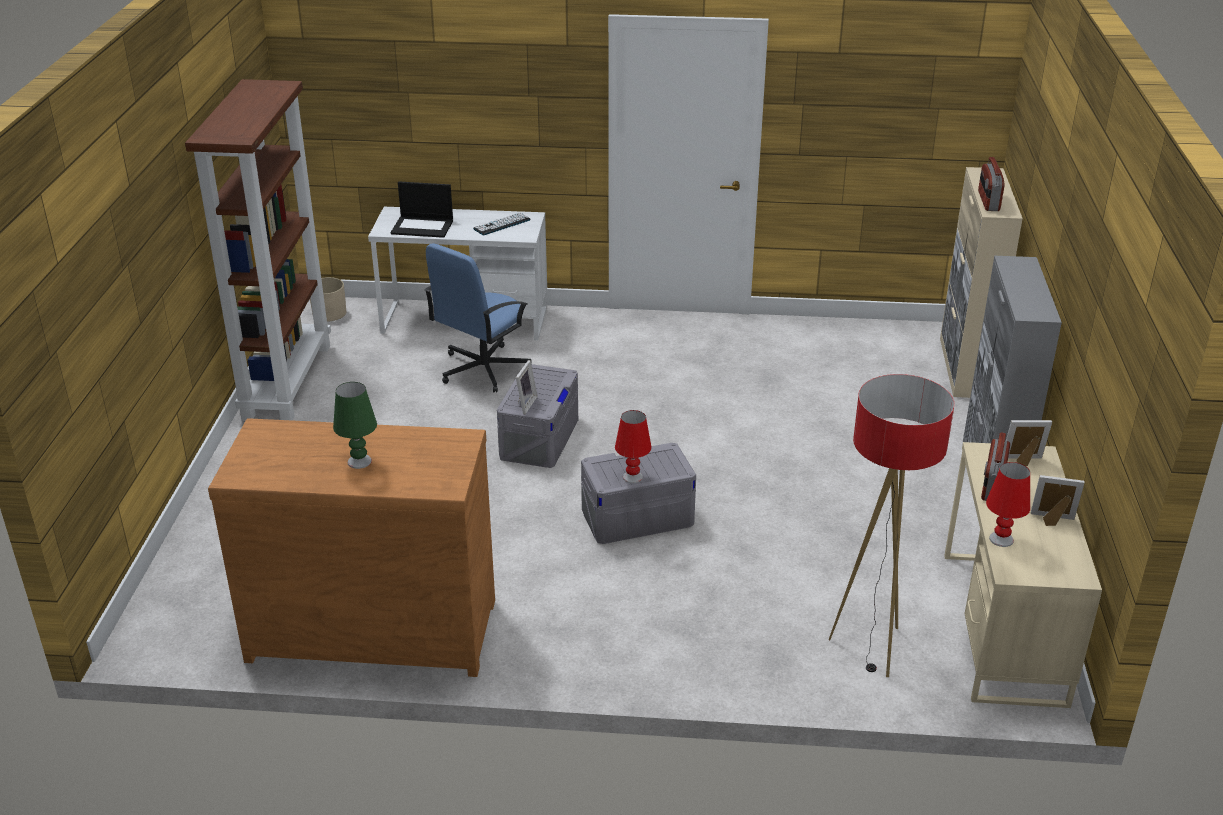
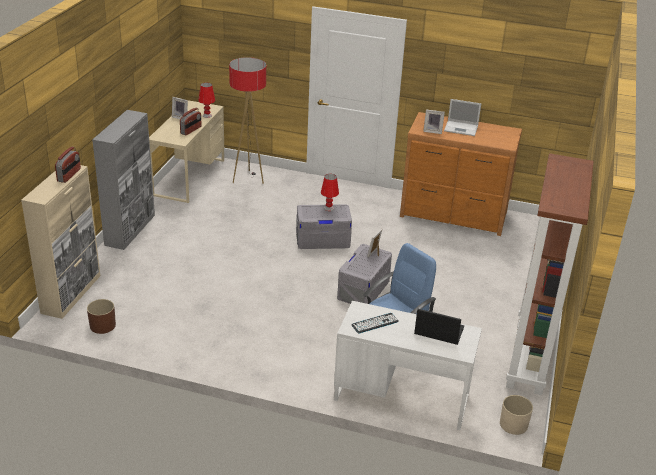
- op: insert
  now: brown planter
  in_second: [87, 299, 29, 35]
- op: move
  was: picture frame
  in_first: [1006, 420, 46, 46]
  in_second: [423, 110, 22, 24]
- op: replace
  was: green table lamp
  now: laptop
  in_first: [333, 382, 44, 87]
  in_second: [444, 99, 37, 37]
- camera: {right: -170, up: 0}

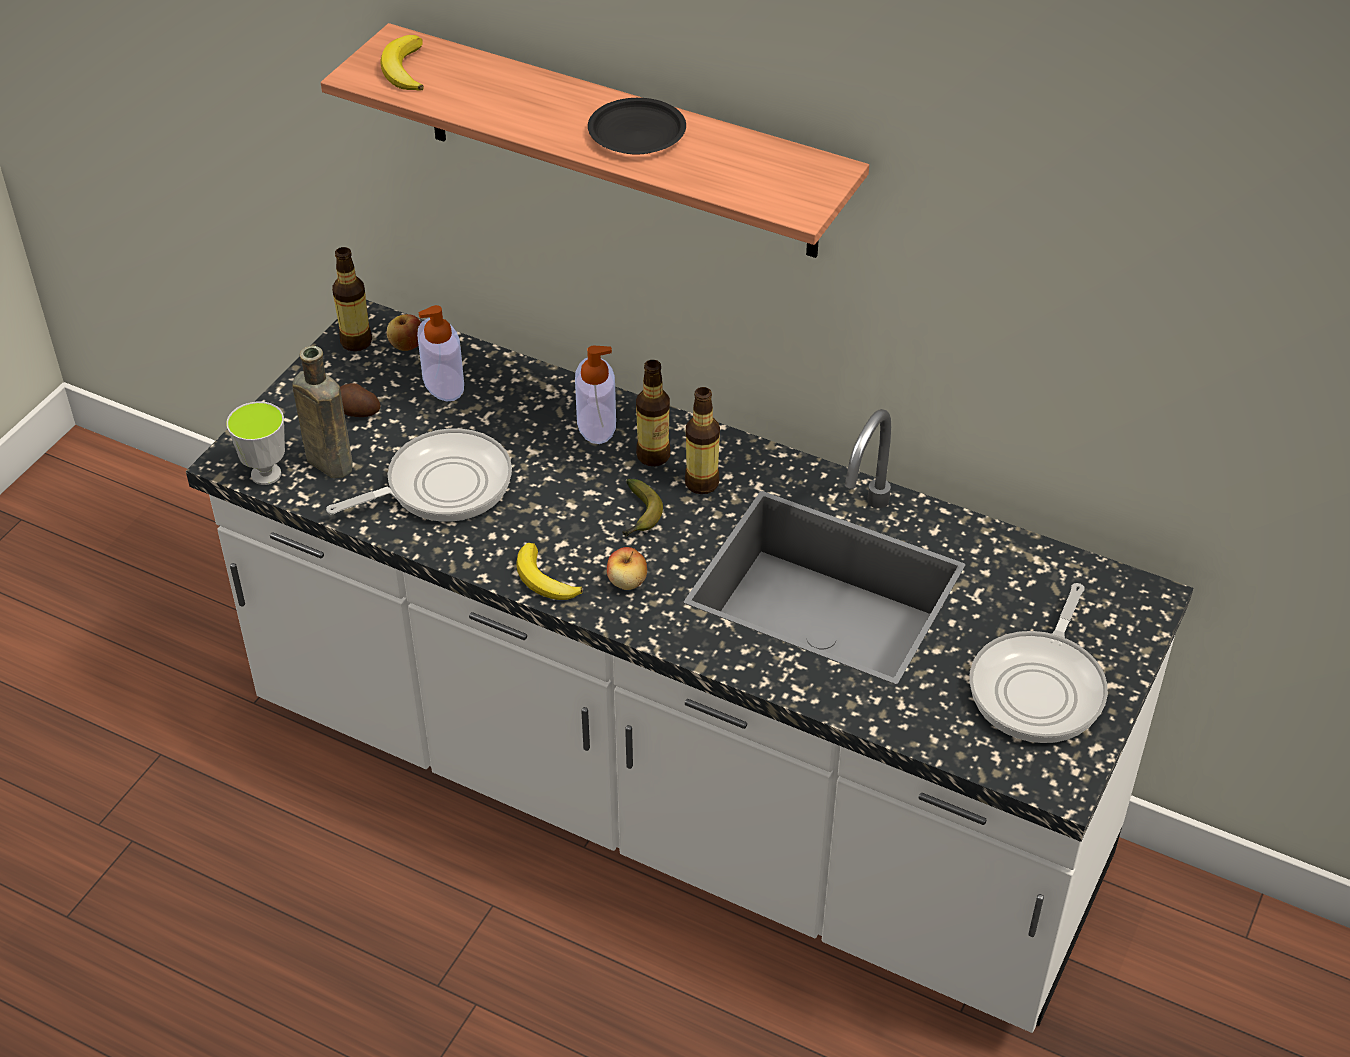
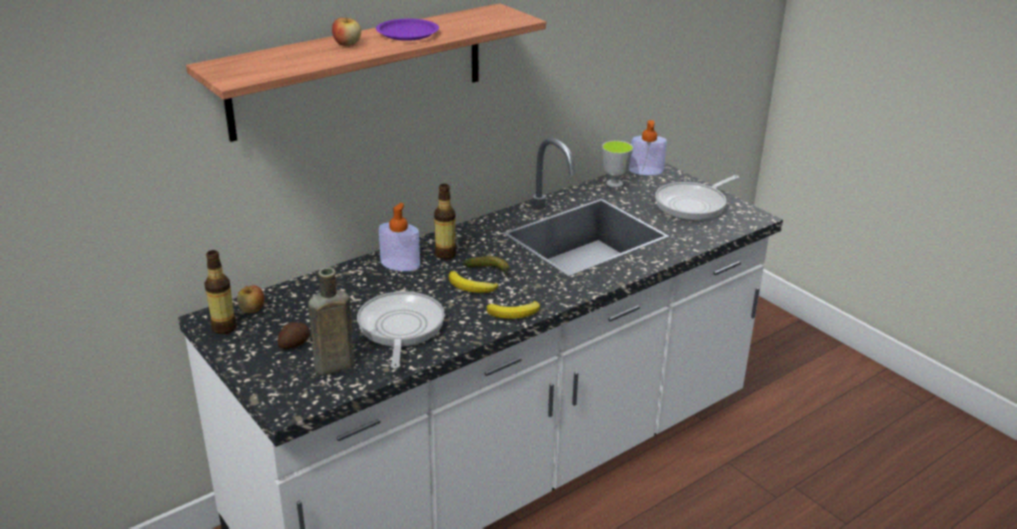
- op: delete
  was: bottle
  in_first: [685, 387, 35, 107]
- op: move
  was: cup
  in_first: [226, 401, 59, 84]
  in_second: [602, 141, 31, 47]
- op: move
  was: banana
  in_first: [380, 35, 44, 56]
  in_second: [449, 271, 50, 22]
- op: move
  was: soap dispenser
  in_first: [417, 305, 47, 96]
  in_second: [629, 120, 38, 55]
- op: move
  was: apple
  in_first: [607, 547, 40, 43]
  in_second: [332, 17, 29, 29]
- op: recolor
  was: black plate
  now: purple plate
  in_first: [588, 98, 98, 56]
  in_second: [376, 19, 63, 22]
- op: rotate
  was: frying pan
  in_first: [969, 583, 139, 160]
  in_second: [655, 175, 84, 45]
  clockwise: 90
- camera: {right: -65, up: -15}

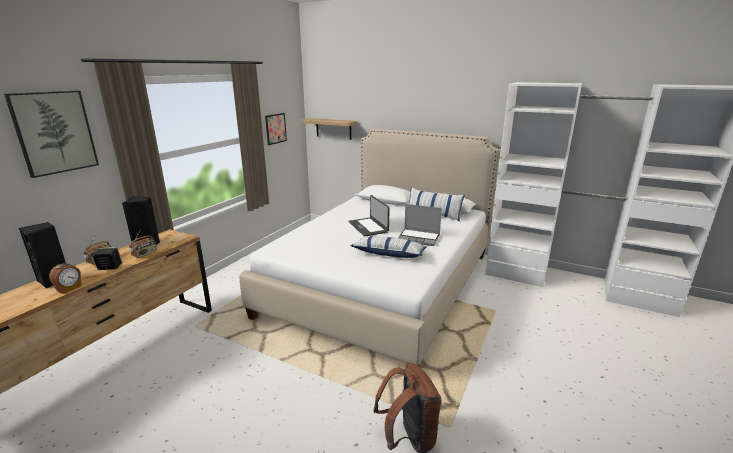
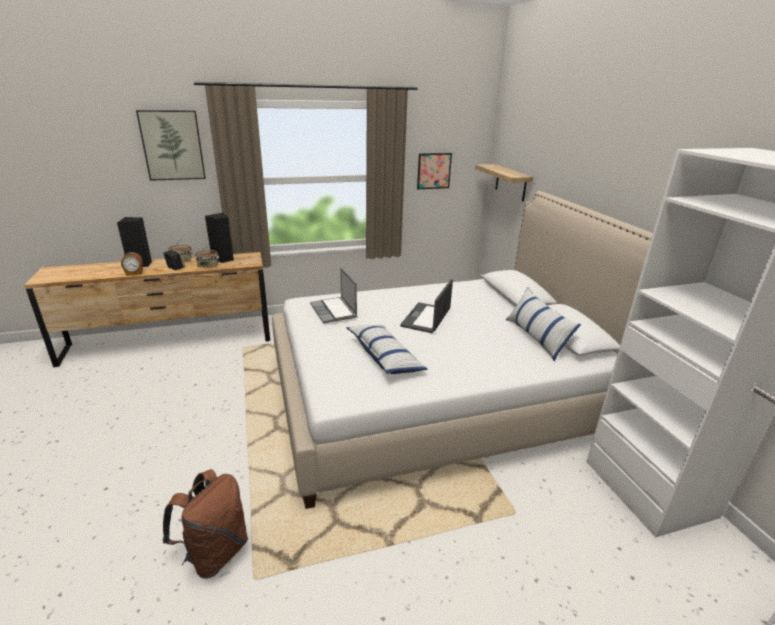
- op: move
  was: laptop
  in_first: [398, 204, 44, 42]
  in_second: [310, 267, 47, 56]
- camera: {right: 45, up: 5}

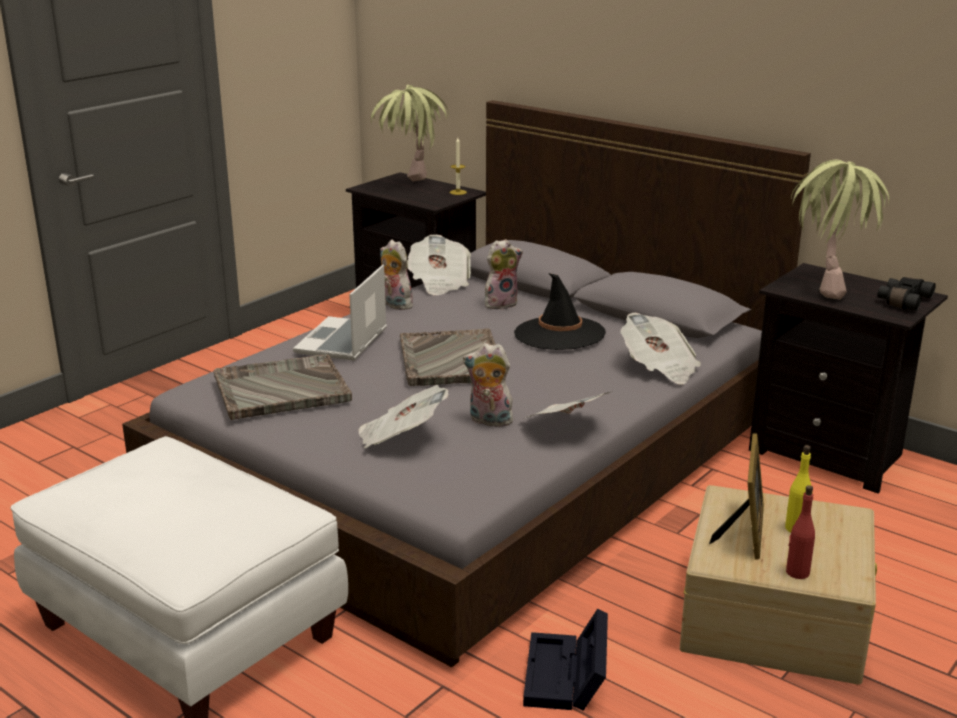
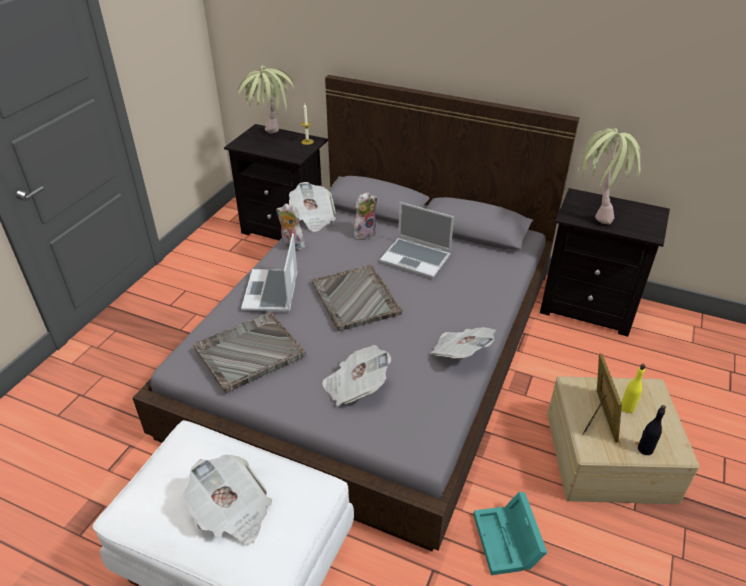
- op: delete
  was: plush toy
  in_first: [463, 343, 50, 86]
- op: delete
  was: black binoculars
  in_first: [878, 277, 58, 34]
- op: move
  was: newspaper
  in_first: [621, 312, 80, 73]
  in_second: [183, 455, 89, 90]
- op: replace
  was: black hat
  now: laptop
  in_first: [514, 273, 92, 77]
  in_second: [380, 202, 74, 76]
- op: recolor
  was: black storage box
  now: turquoise storage box
  in_first: [523, 609, 85, 102]
  in_second: [473, 492, 74, 83]
- op: recolor
  was: red bottle
  now: black bottle
  in_first: [786, 485, 29, 94]
  in_second: [638, 405, 28, 50]
- camera: {right: -15, up: 15}

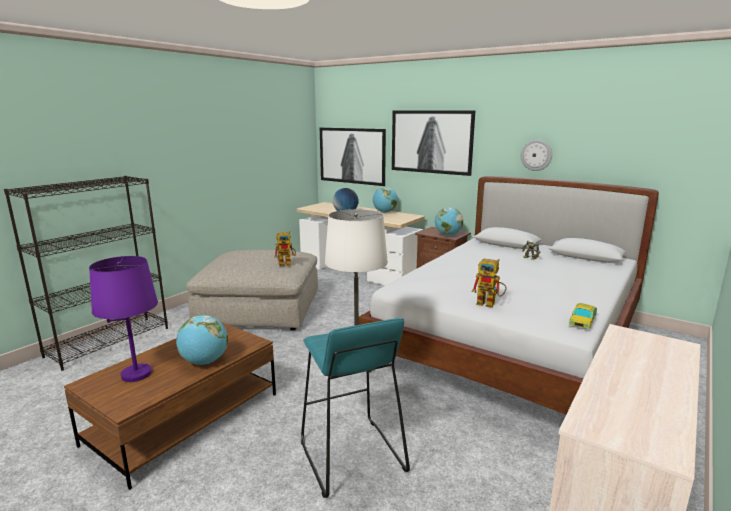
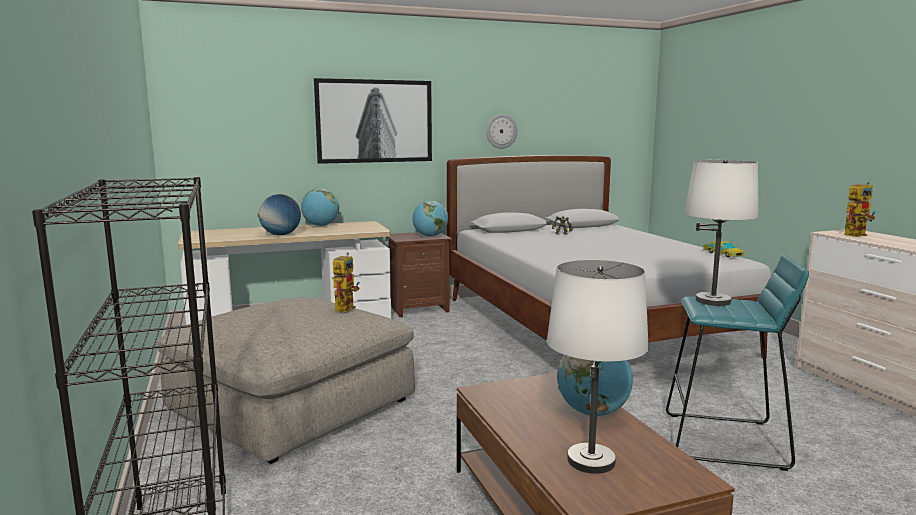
- op: delete
  was: picture
  in_first: [320, 128, 66, 58]
- op: move
  was: toy robot
  in_first: [472, 258, 35, 50]
  in_second: [844, 182, 32, 55]
- op: recolor
  was: purple table lamp
  now: white table lamp
  in_first: [89, 256, 69, 126]
  in_second: [546, 260, 103, 214]
- camera: {right: -55, up: -5}

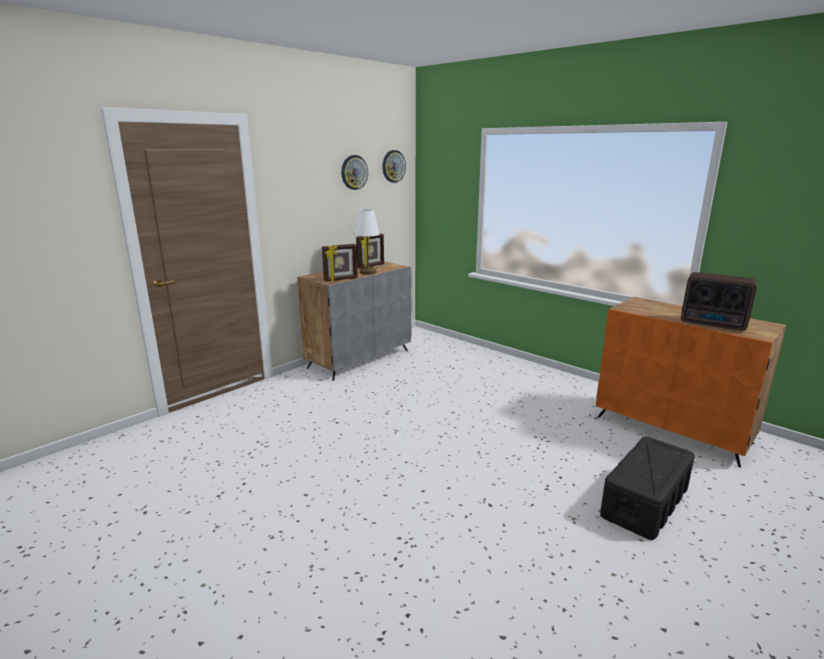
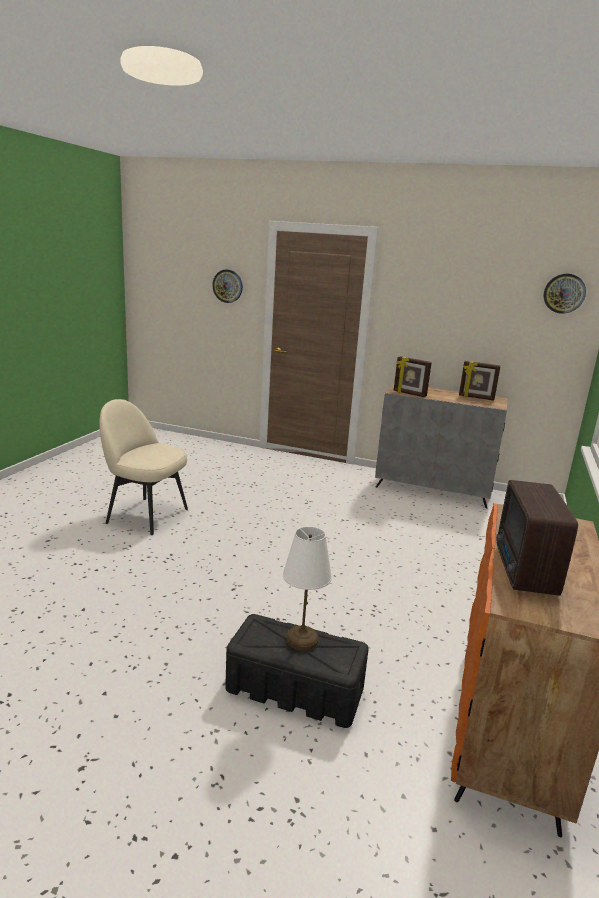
- op: insert
  now: beige chair
  in_second: [100, 399, 88, 136]
- op: move
  was: wall clock
  in_first: [341, 155, 27, 35]
  in_second: [212, 269, 31, 34]
- op: move
  was: white table lamp
  in_first: [355, 209, 25, 66]
  in_second: [283, 527, 49, 124]
- camera: {right: 65, up: 0}

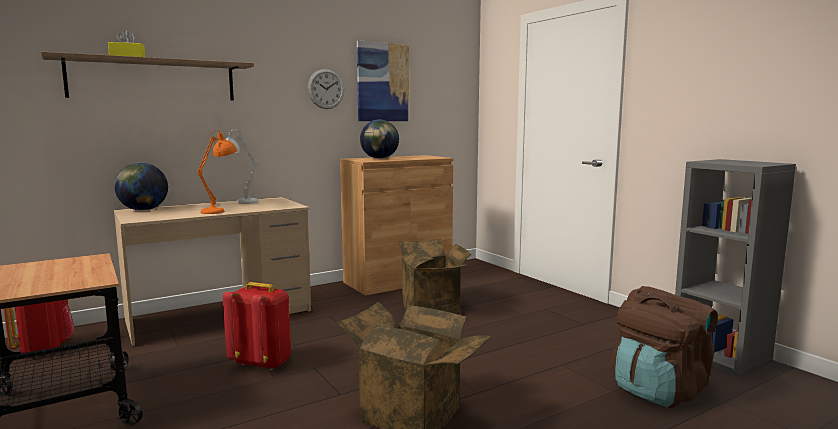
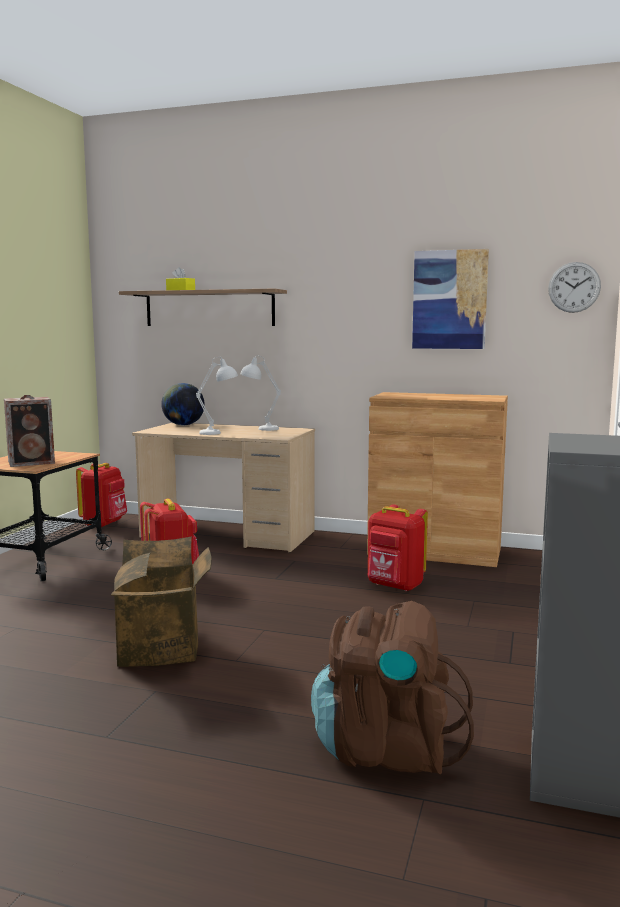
- op: delete
  was: globe
  in_first: [360, 119, 39, 40]
- op: insert
  now: speaker
  in_second: [4, 395, 51, 72]
- op: move
  was: wall clock
  in_first: [308, 69, 37, 40]
  in_second: [548, 262, 53, 51]
- op: replace
  was: cardboard box
  now: red backpack
  in_first: [399, 238, 72, 76]
  in_second: [368, 504, 60, 87]
- op: recolor
  was: orange table lamp
  now: white table lamp
  in_first: [197, 130, 40, 84]
  in_second: [196, 357, 42, 78]
- camera: {right: 50, up: 0}

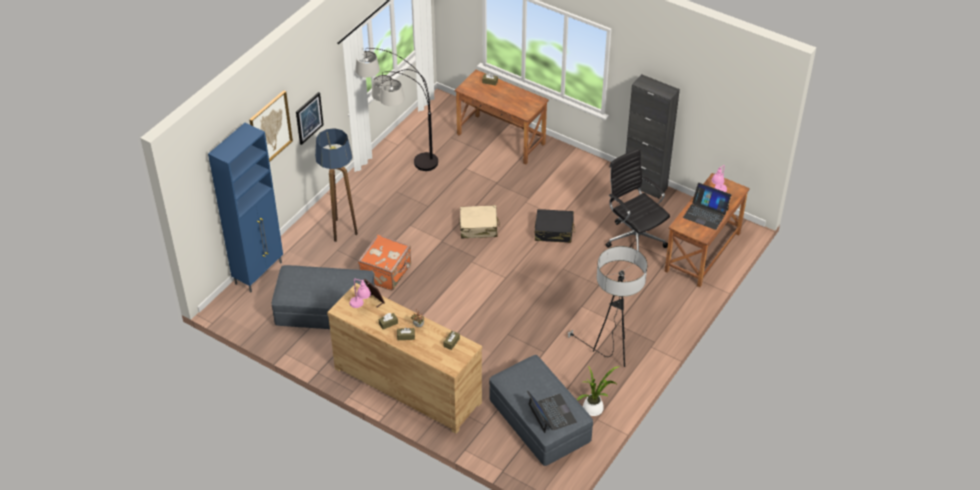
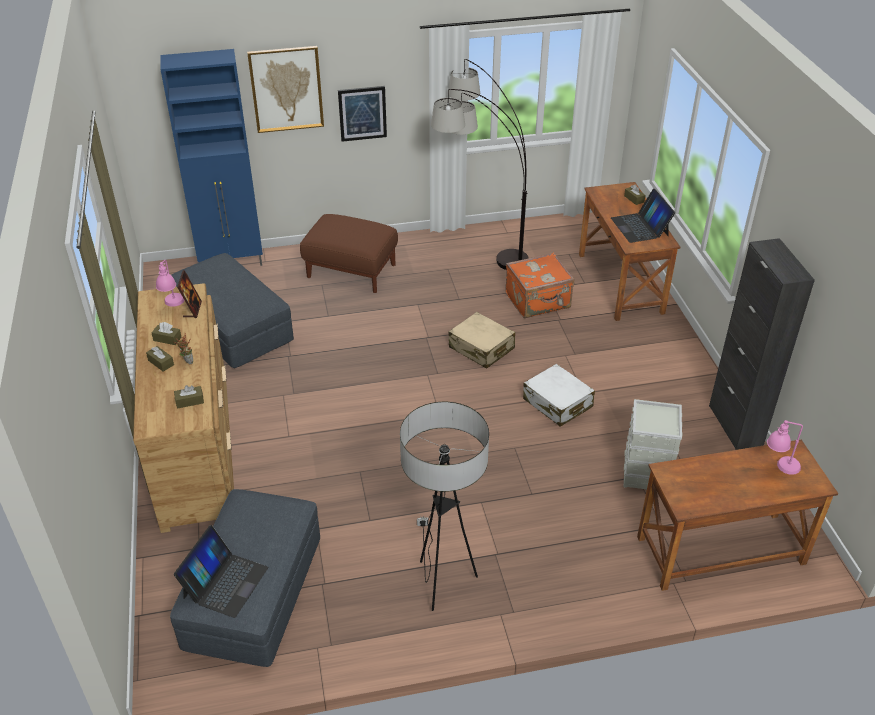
- op: delete
  was: potted plant
  in_first: [577, 366, 43, 50]
- op: move
  was: orange suitcase
  in_first: [358, 234, 53, 57]
  in_second: [505, 253, 69, 65]
- op: move
  was: laptop
  in_first: [683, 183, 48, 47]
  in_second: [611, 188, 64, 55]
- op: replace
  was: floor lamp
  now: brown ottoman
  in_first: [315, 128, 43, 114]
  in_second: [300, 214, 98, 79]
- op: replace
  was: black office chair
  now: grey storage box
  in_first: [606, 148, 64, 103]
  in_second: [624, 399, 58, 90]
- op: recolor
  was: black suitcase
  now: white suitcase
  in_first: [535, 209, 40, 34]
  in_second: [523, 364, 72, 63]
- camera: {right: 45, up: -5}

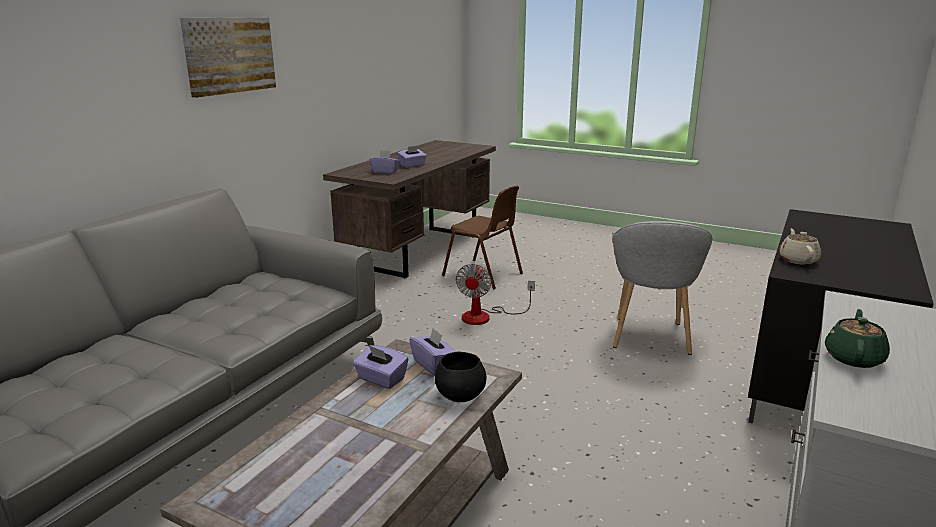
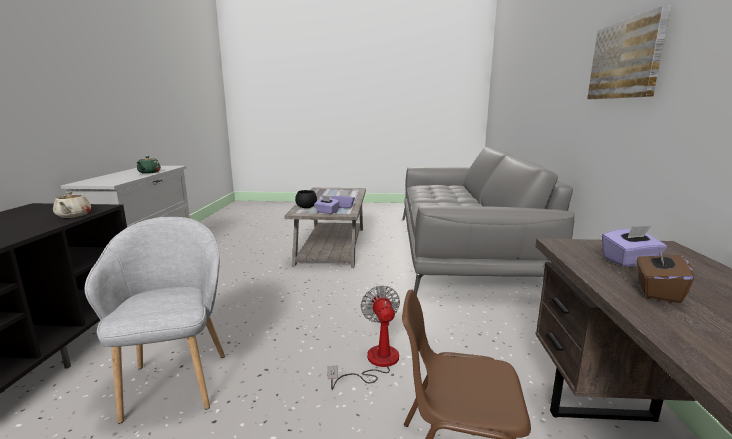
- op: recolor
  was: purple tissue box
  now: brown tissue box
  in_first: [397, 146, 30, 22]
  in_second: [637, 243, 57, 60]
- camera: {right: 155, up: -5}

